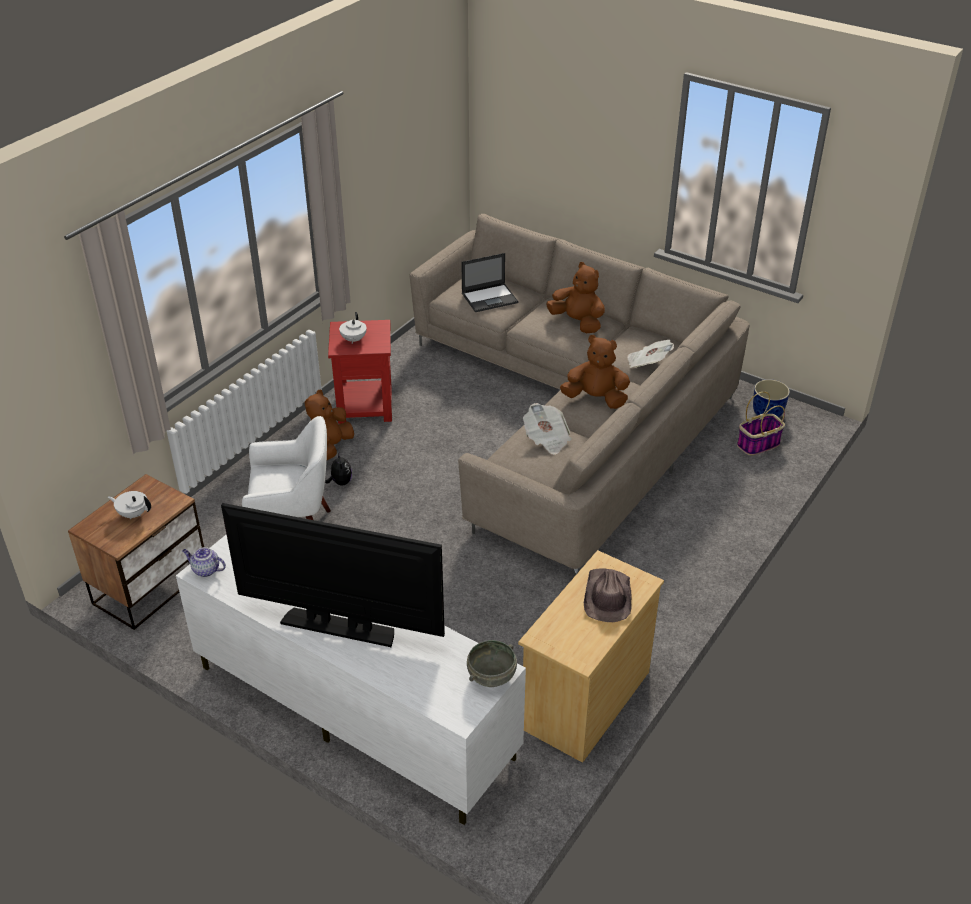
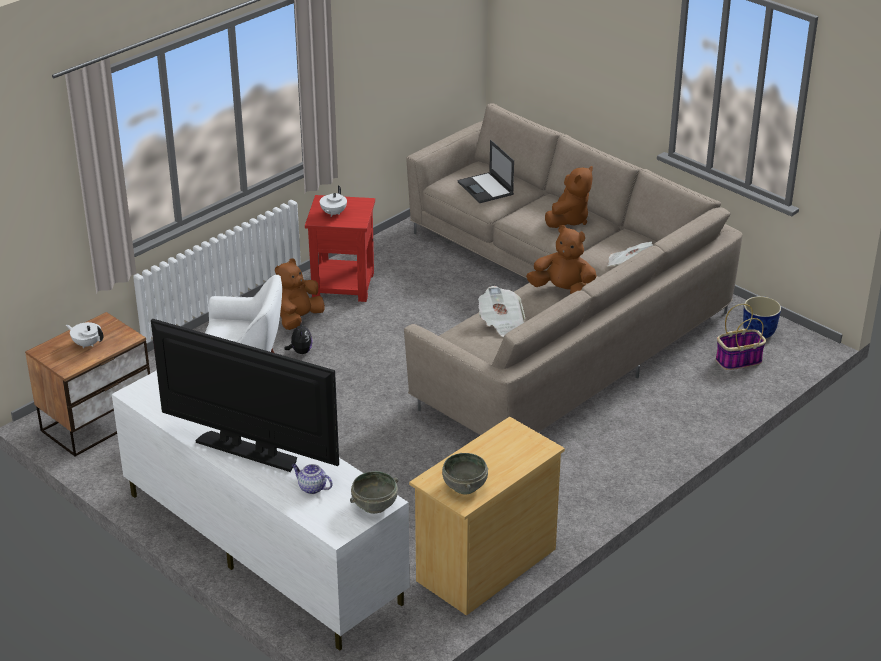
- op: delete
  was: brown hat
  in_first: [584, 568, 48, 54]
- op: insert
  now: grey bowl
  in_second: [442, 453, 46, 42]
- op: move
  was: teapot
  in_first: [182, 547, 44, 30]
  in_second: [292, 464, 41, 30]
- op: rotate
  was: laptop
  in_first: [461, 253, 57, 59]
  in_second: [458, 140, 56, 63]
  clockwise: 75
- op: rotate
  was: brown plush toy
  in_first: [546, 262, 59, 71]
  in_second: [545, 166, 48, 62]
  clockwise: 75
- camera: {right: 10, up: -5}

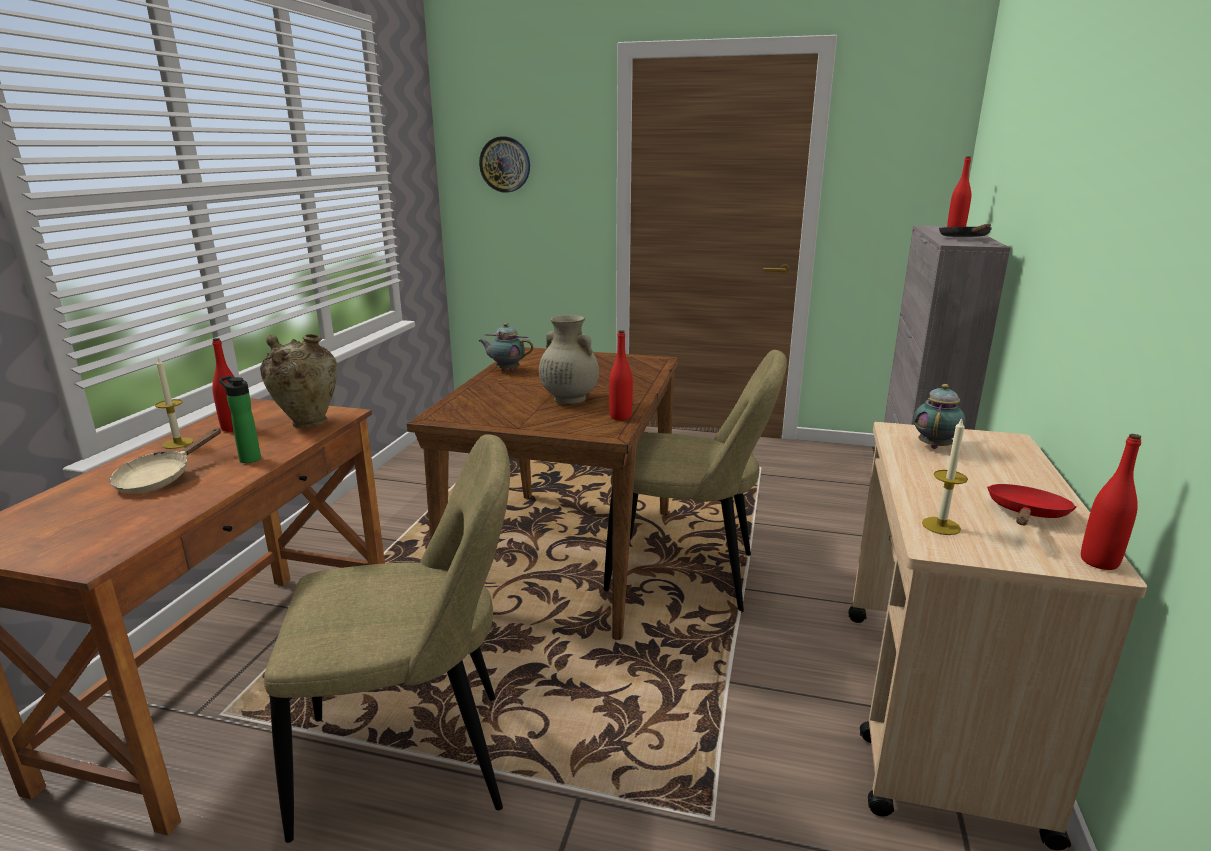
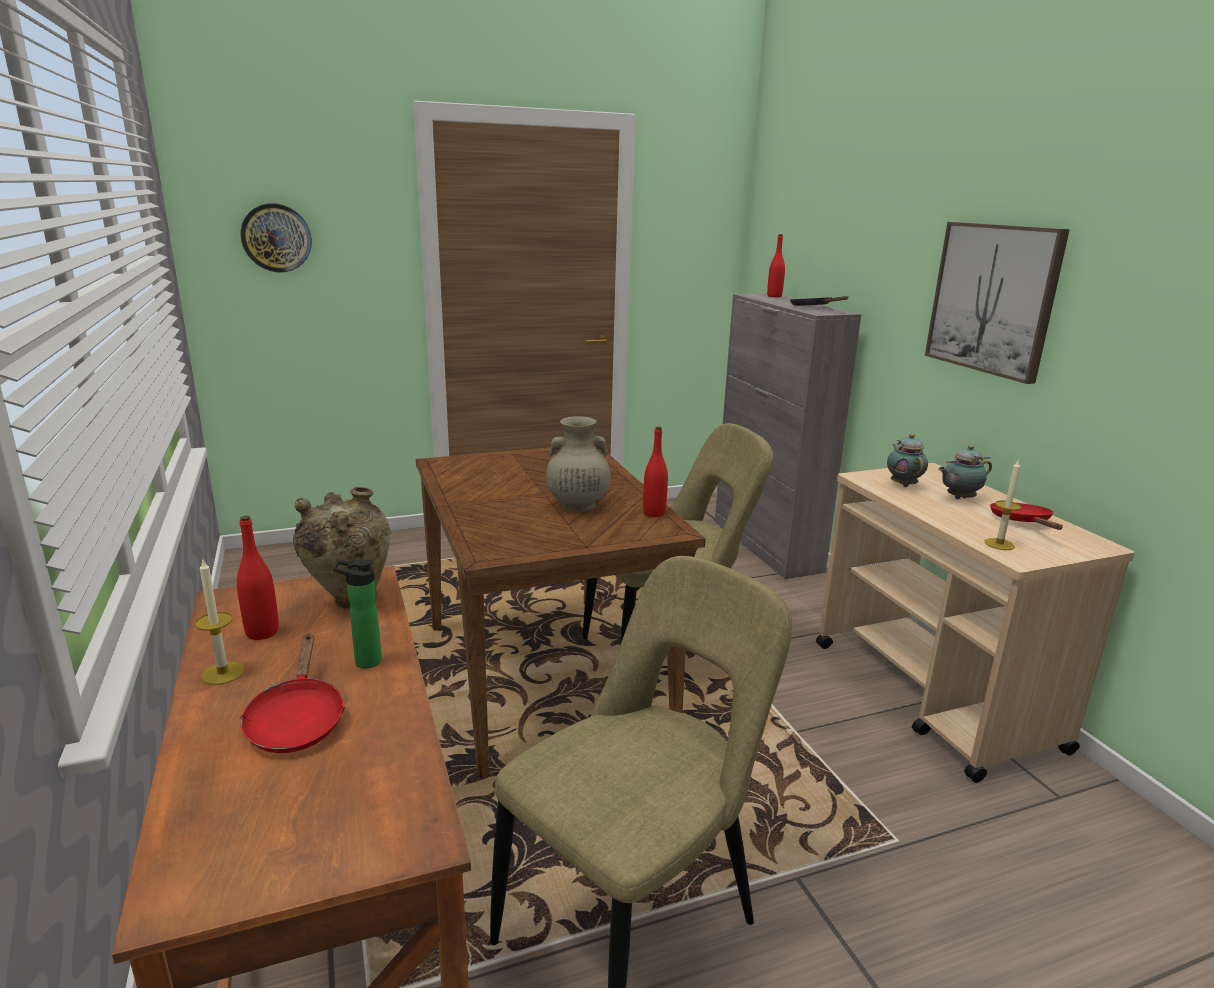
- op: delete
  was: red bottle
  in_first: [1081, 434, 60, 136]
- op: insert
  now: picture
  in_second: [925, 222, 145, 162]
- op: move
  was: teapot
  in_first: [479, 323, 55, 48]
  in_second: [938, 445, 54, 54]
- op: recolor
  was: beige frying pan
  now: red frying pan
  in_first: [109, 428, 112, 65]
  in_second: [239, 634, 106, 119]
- camera: {right: -35, up: 0}

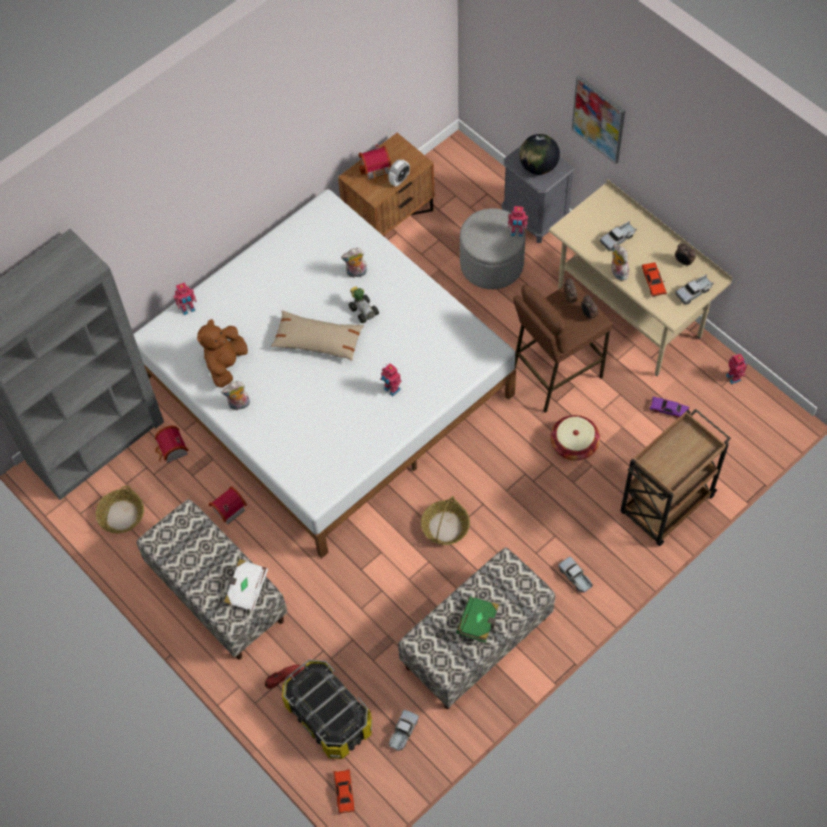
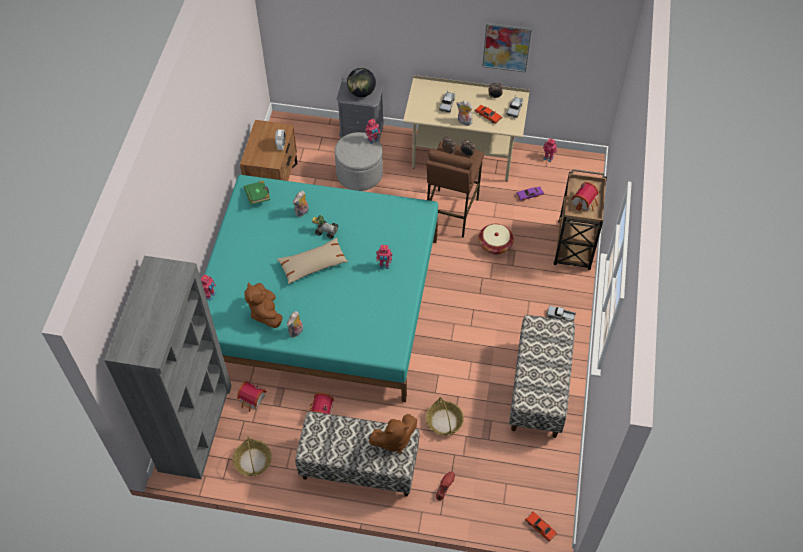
- op: delete
  was: storage box
  in_first: [282, 660, 90, 99]
- op: delete
  was: toy truck
  in_first: [389, 709, 30, 42]
- op: move
  was: toy house
  in_first: [359, 144, 32, 39]
  in_second: [571, 182, 28, 29]
- op: move
  was: basket
  in_first: [421, 496, 49, 49]
  in_second: [426, 397, 38, 38]
- op: move
  was: green book
  in_first: [456, 596, 43, 47]
  in_second: [244, 181, 26, 24]
- op: move
  was: picture
  in_first: [572, 76, 53, 88]
  in_second: [482, 23, 50, 49]
- op: replace
  was: white book
  now: brown plush toy
  in_first: [224, 559, 44, 52]
  in_second: [369, 414, 48, 40]
- op: recolor
  was: white bed
  now: turquoise bed
  in_first: [134, 189, 382, 370]
  in_second: [205, 175, 233, 227]
- camera: {right: -40, up: -5}

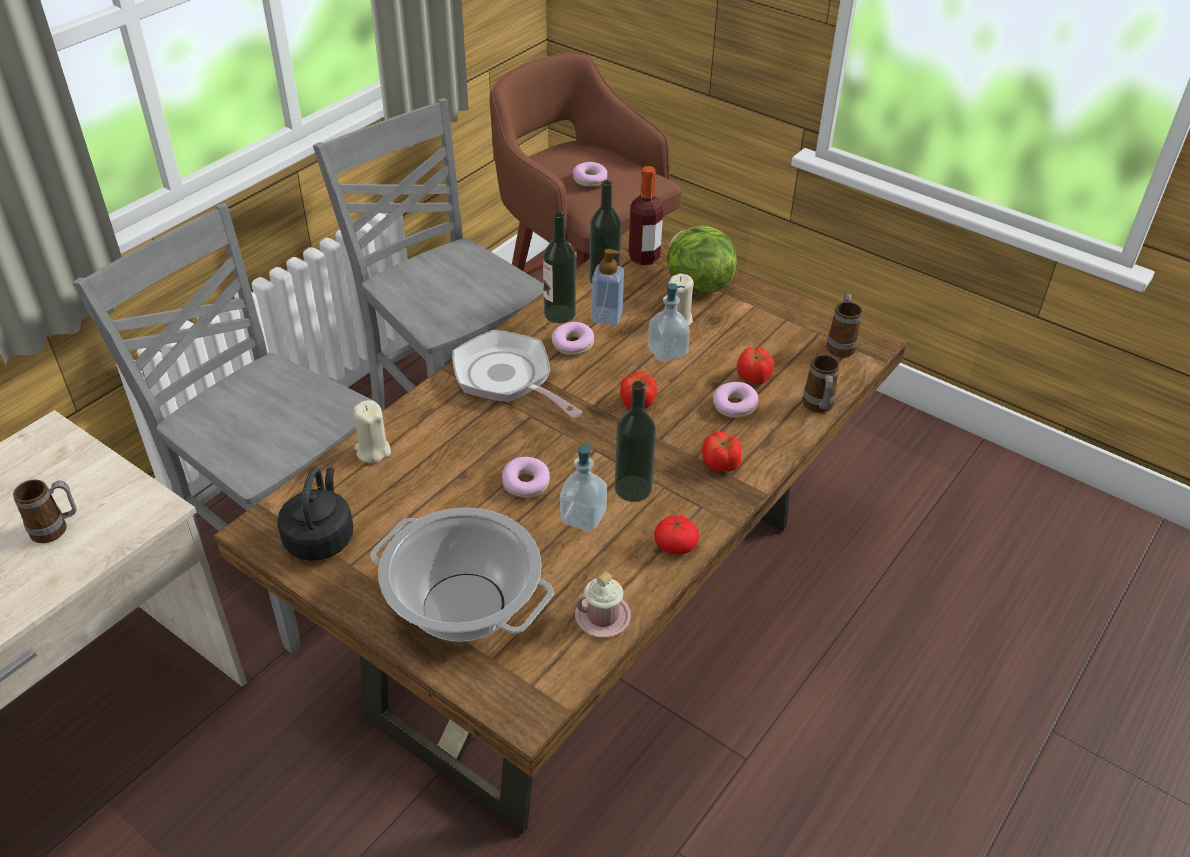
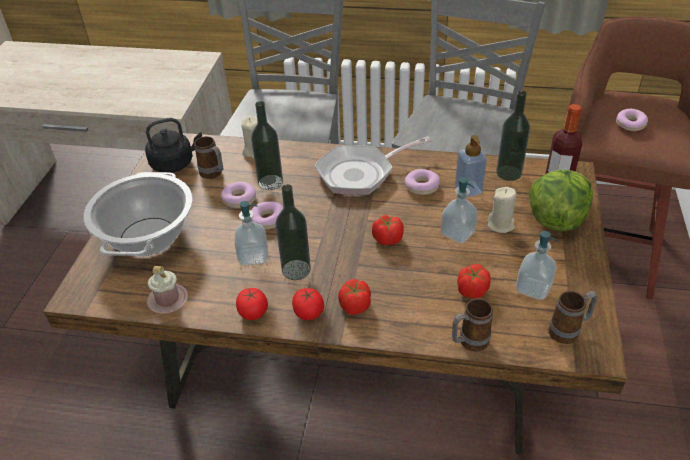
- op: insert
  now: tomato
  in_second: [292, 288, 32, 32]
- op: insert
  now: soap dispenser
  in_second: [516, 231, 42, 69]
- op: move
  was: mug
  in_first: [13, 480, 64, 63]
  in_second: [194, 136, 29, 43]
- op: move
  was: bottle
  in_first: [543, 212, 33, 111]
  in_second: [251, 101, 32, 89]
- op: move
  was: donut
  in_first: [713, 382, 45, 36]
  in_second: [221, 182, 35, 26]
- op: rotate
  was: frying pan
  in_first: [452, 330, 131, 88]
  in_second: [315, 136, 117, 59]
  clockwise: -135
- camera: {right: 65, up: 0}

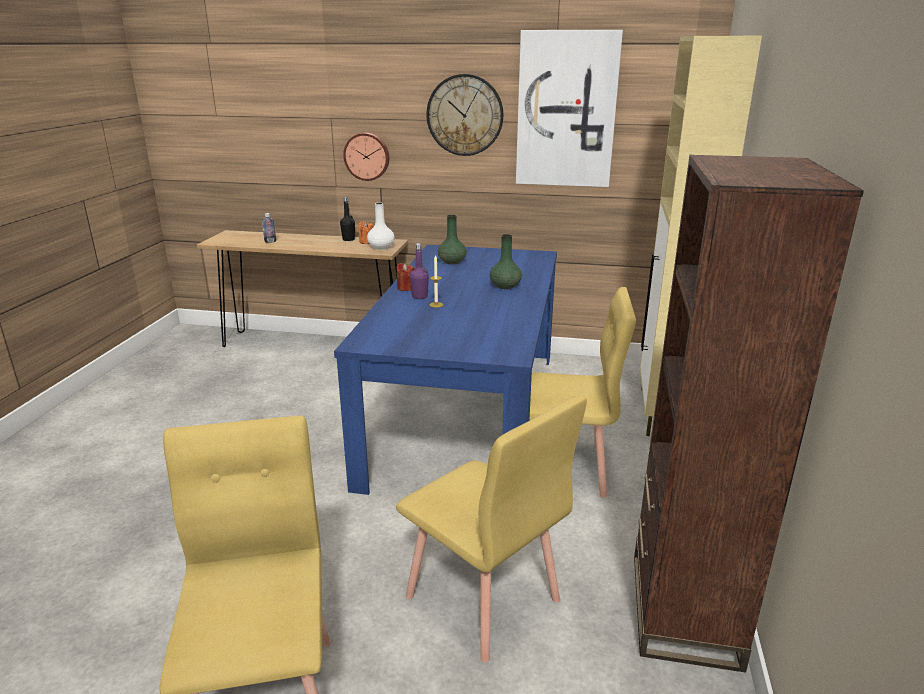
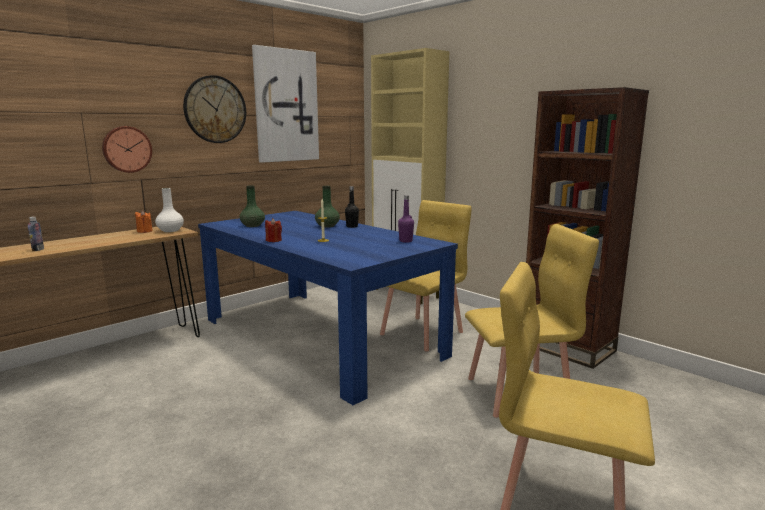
- op: move
  was: black bottle
  in_first: [340, 197, 15, 44]
  in_second: [345, 186, 14, 42]
- op: move
  was: purple bottle
  in_first: [410, 243, 19, 56]
  in_second: [398, 195, 16, 48]
- camera: {right: -55, up: -10}

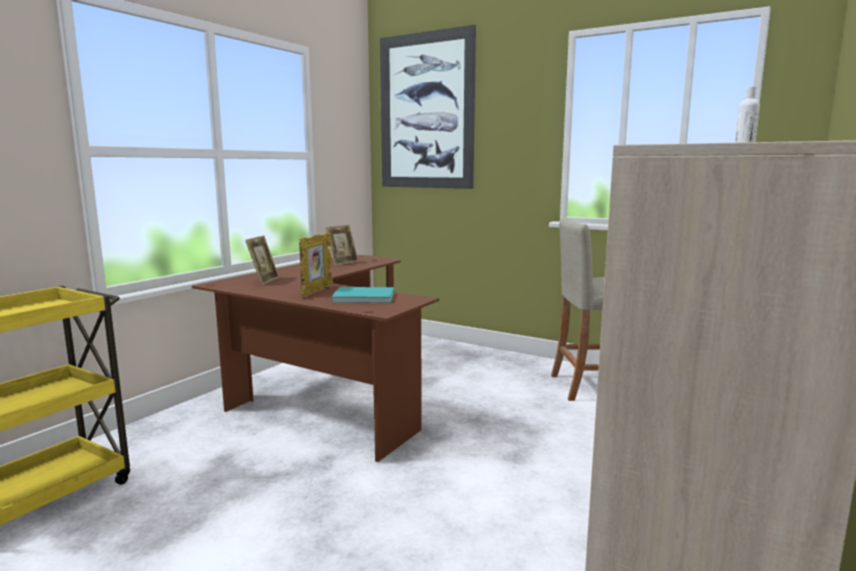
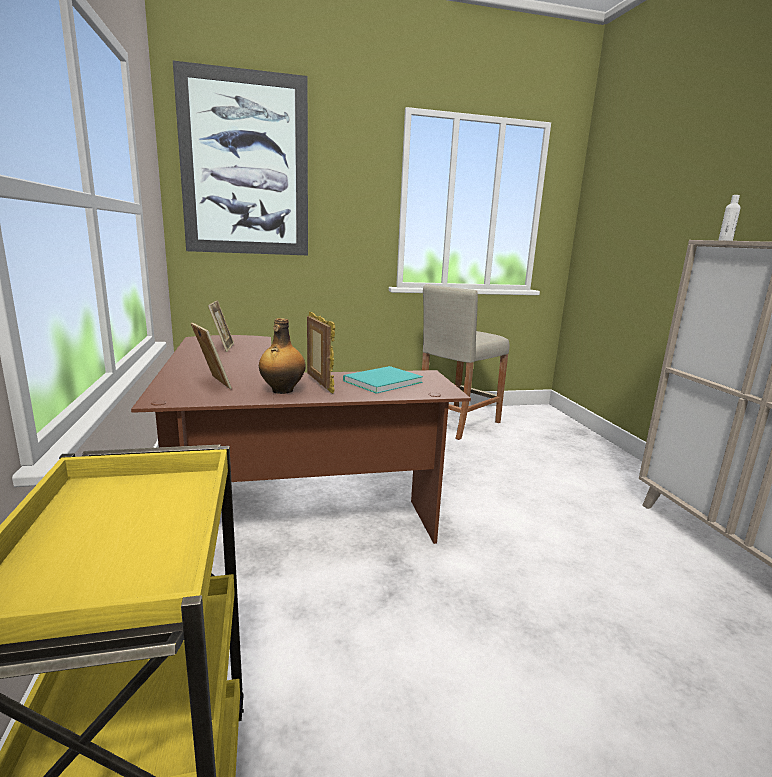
- op: insert
  now: bottle
  in_second: [259, 318, 47, 76]
- camera: {right: -45, up: 5}

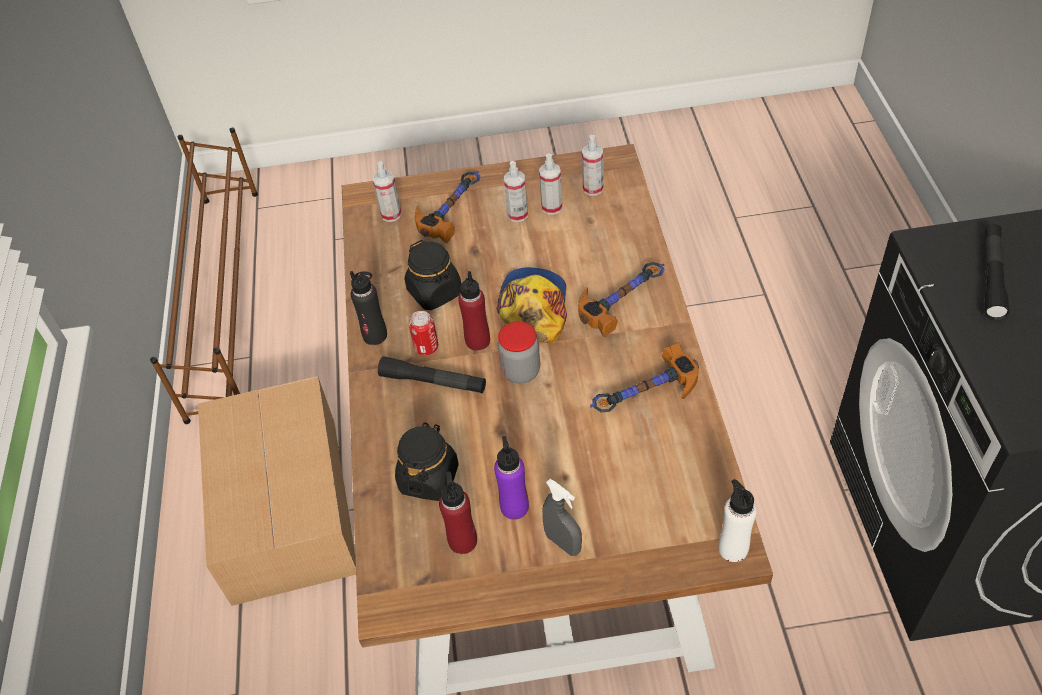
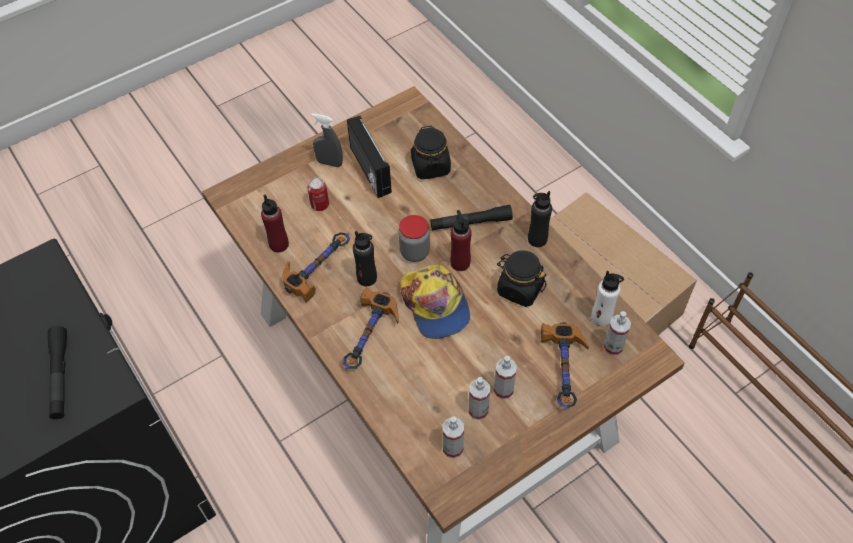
- op: insert
  now: black bottle
  in_second: [353, 231, 24, 55]
- op: move
  was: can
  in_first: [409, 311, 29, 44]
  in_second: [307, 177, 22, 34]
- op: move
  was: red bottle
  in_first: [439, 471, 38, 83]
  in_second: [261, 195, 28, 57]
- op: move
  was: white bottle
  in_first: [718, 479, 39, 83]
  in_second: [591, 271, 33, 55]
- op: replace
  was: purple bottle
  now: radio
  in_first: [494, 436, 35, 84]
  in_second: [347, 116, 45, 82]
- camera: {right: 150, up: 5}

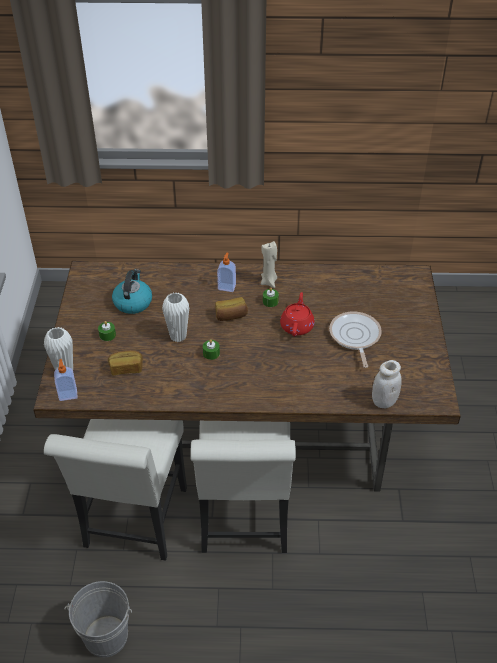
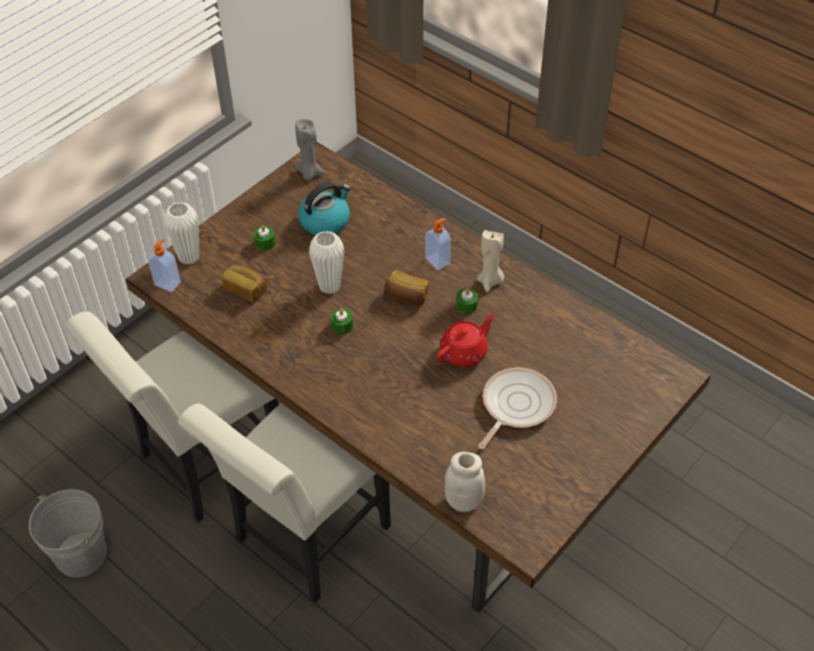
- op: insert
  now: grey candle
  in_second: [295, 119, 30, 61]
- camera: {right: 40, up: 5}

